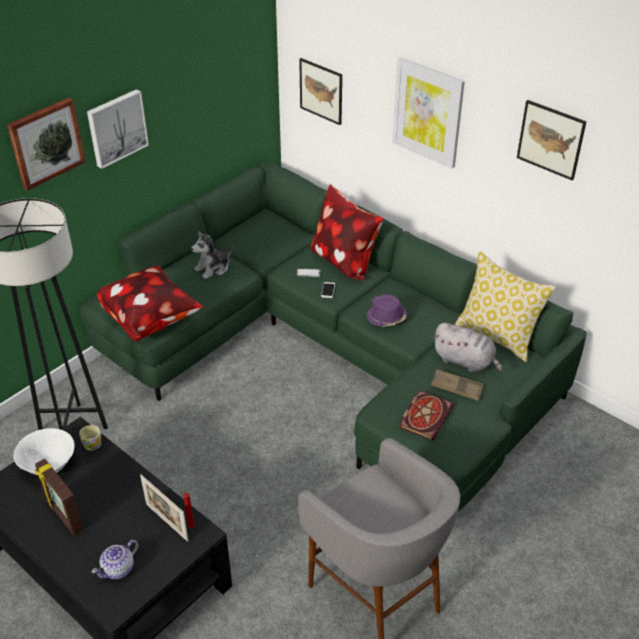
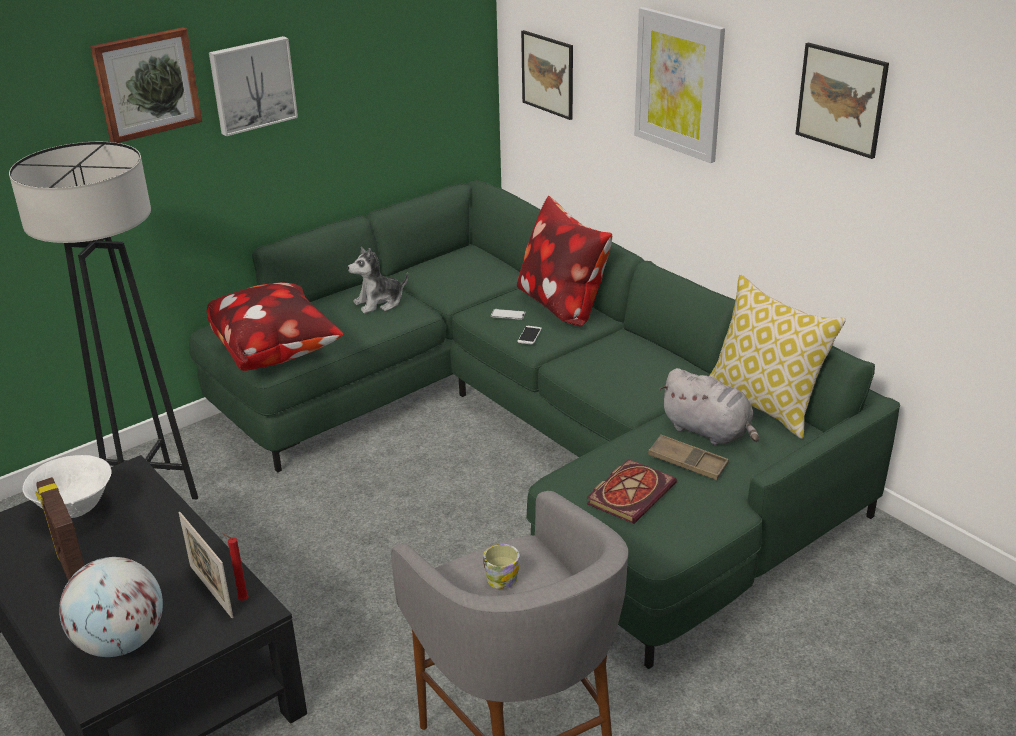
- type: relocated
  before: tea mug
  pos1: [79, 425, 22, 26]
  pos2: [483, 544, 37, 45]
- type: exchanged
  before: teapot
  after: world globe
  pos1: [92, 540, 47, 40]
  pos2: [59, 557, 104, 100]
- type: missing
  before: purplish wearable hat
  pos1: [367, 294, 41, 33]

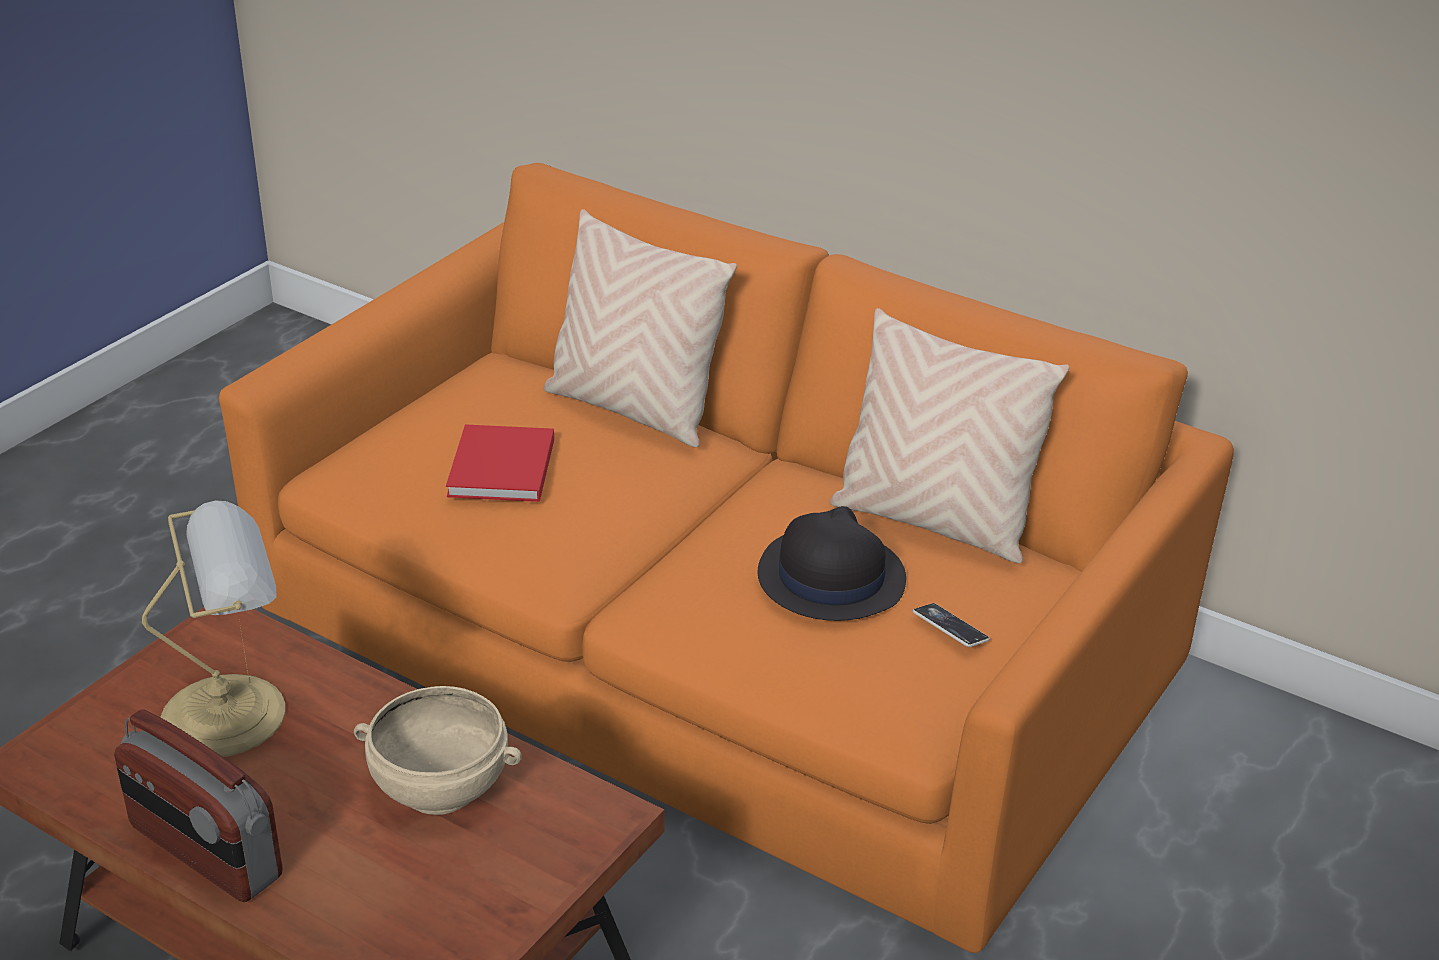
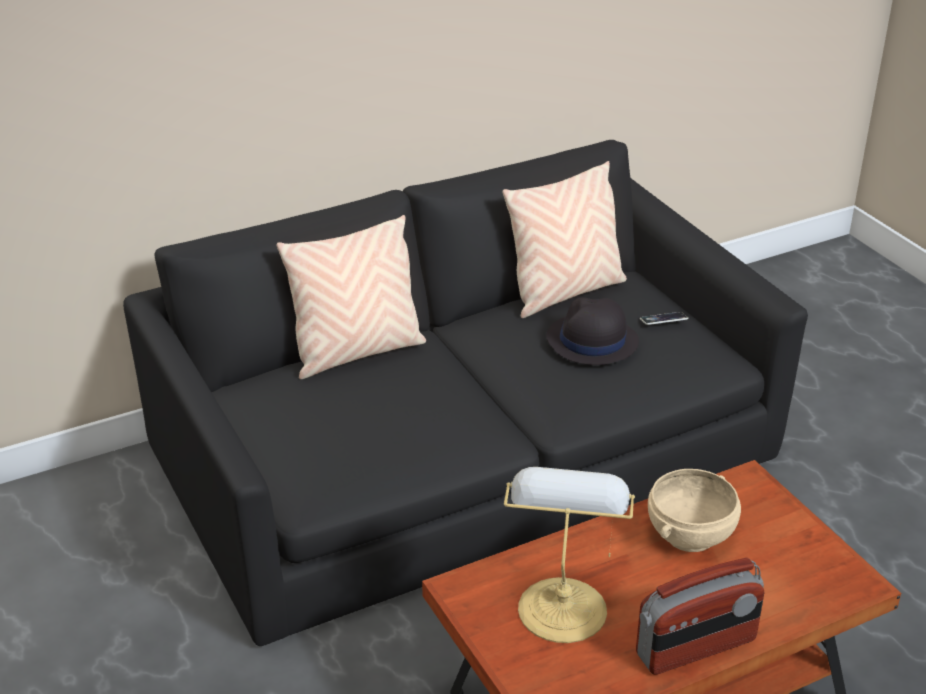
- type: colour
  before: orangey couch
  after: blackish couch
  pos1: [219, 163, 1015, 790]
  pos2: [123, 140, 685, 506]
- type: missing
  before: red-coloured bound book
  pos1: [446, 424, 108, 78]

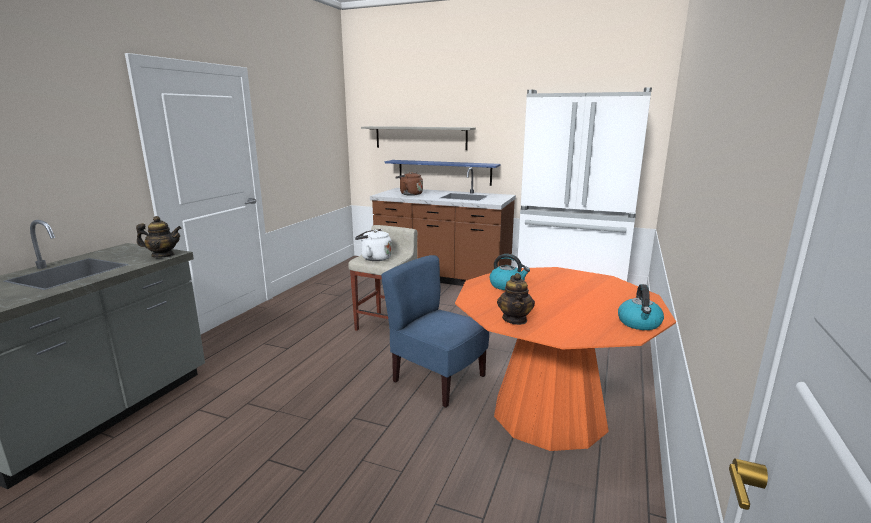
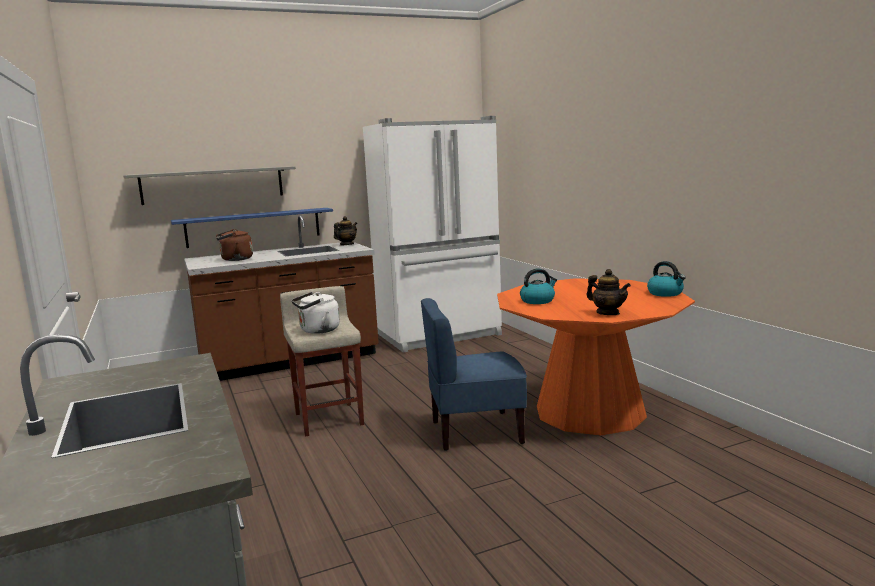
- type: relocated
  before: teapot
  pos1: [136, 216, 45, 42]
  pos2: [334, 216, 23, 30]

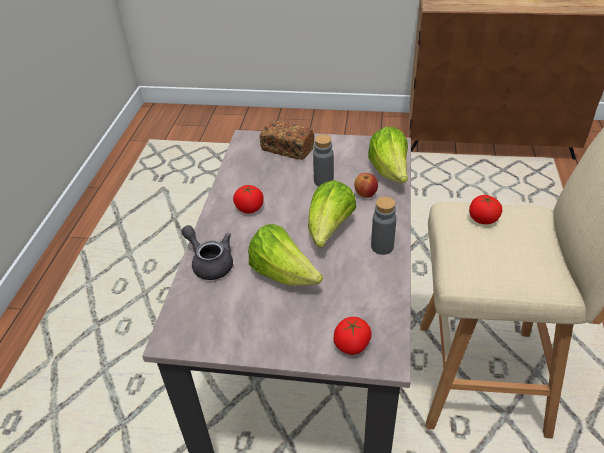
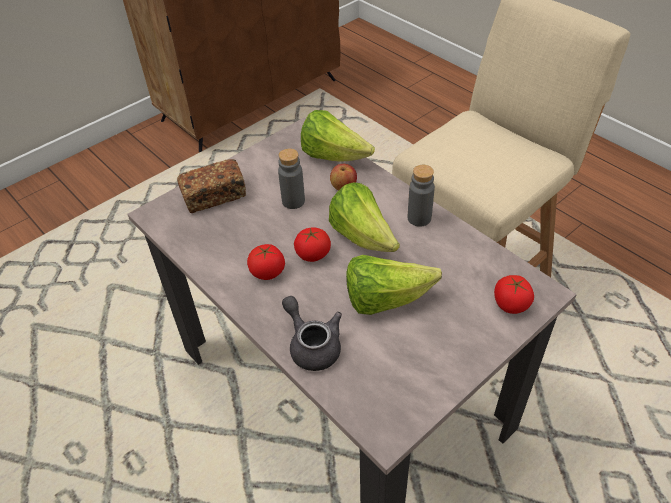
- type: spun
  before: greyish teapot
  pos1: [181, 225, 52, 55]
  pos2: [282, 296, 60, 75]
  turn: 60
- type: relocated
  before: whole tomato
  pos1: [469, 195, 33, 29]
  pos2: [294, 227, 37, 35]

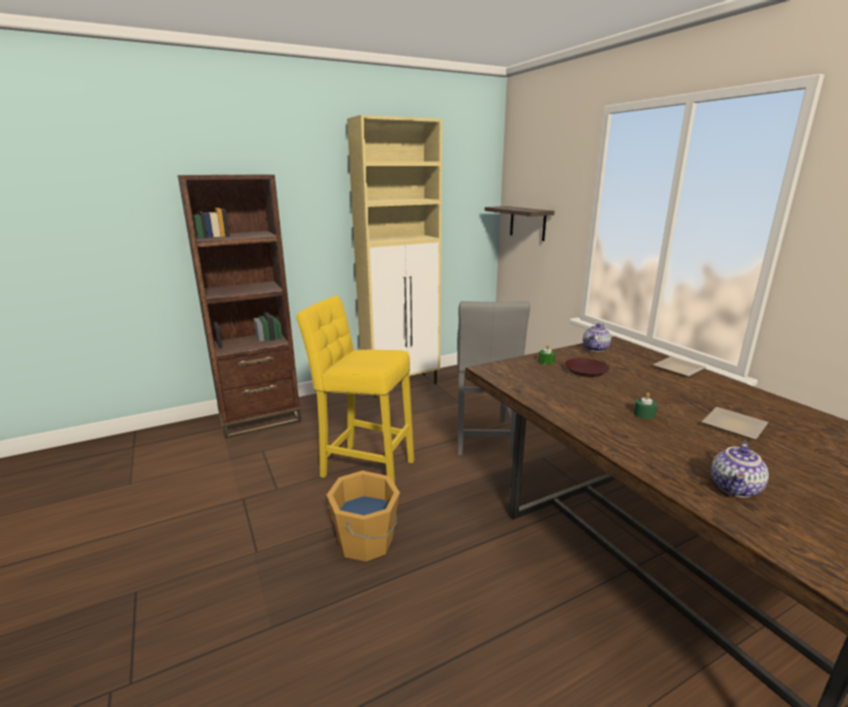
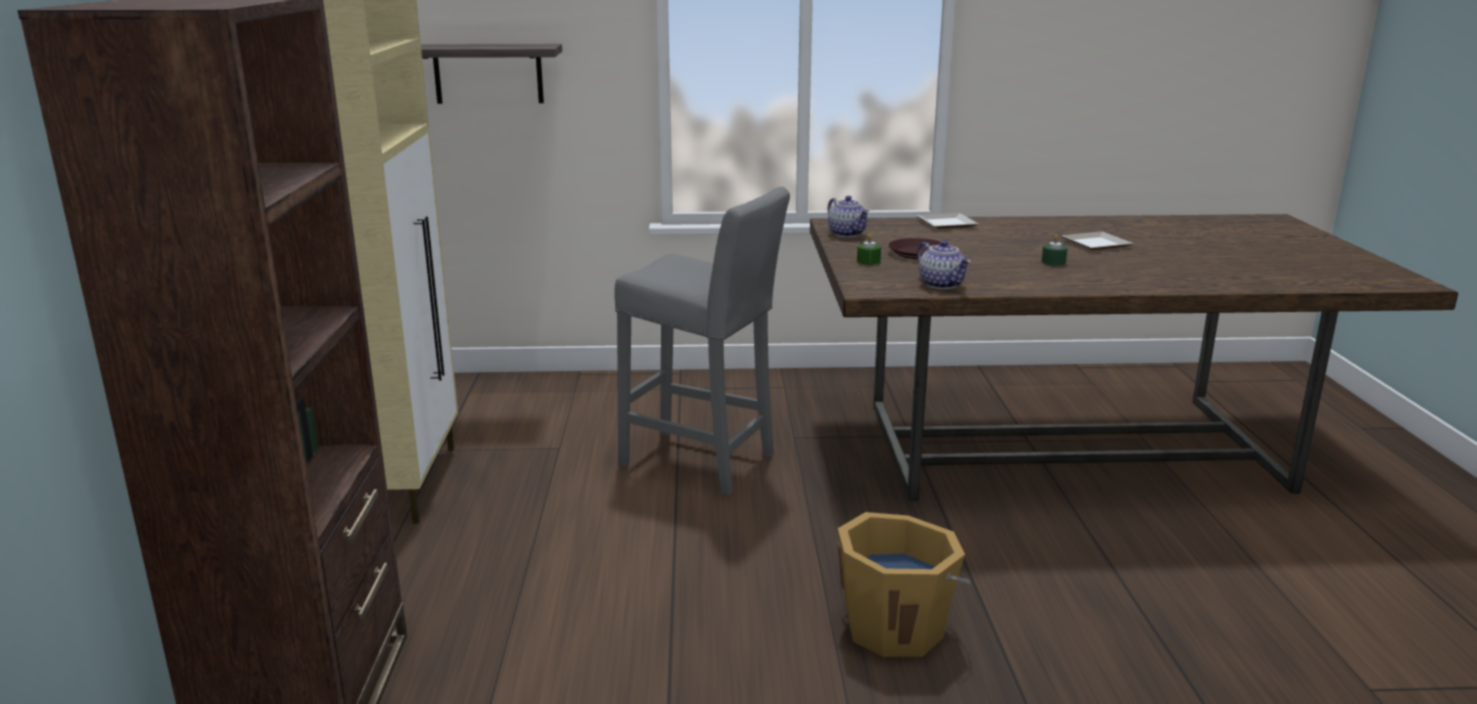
- type: missing
  before: yellow stool seat
  pos1: [296, 296, 118, 188]
- type: relocated
  before: teapot
  pos1: [711, 441, 58, 57]
  pos2: [917, 240, 54, 49]

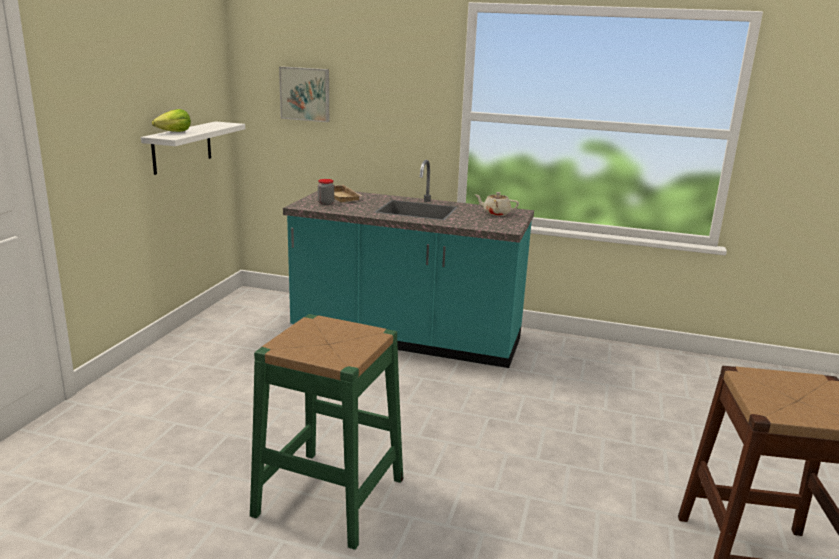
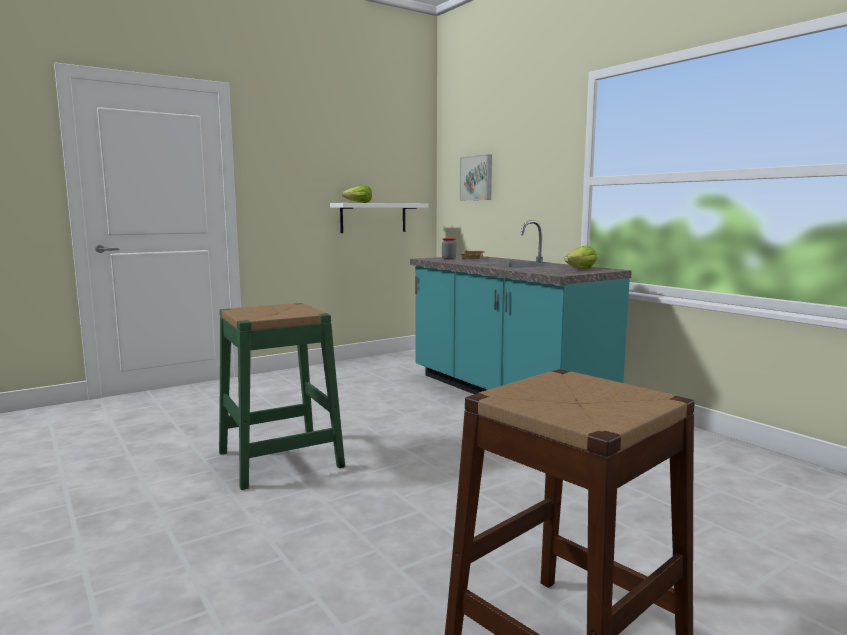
- type: exchanged
  before: beige-coloured teapot
  after: lettuce head
  pos1: [475, 192, 44, 24]
  pos2: [564, 246, 33, 23]

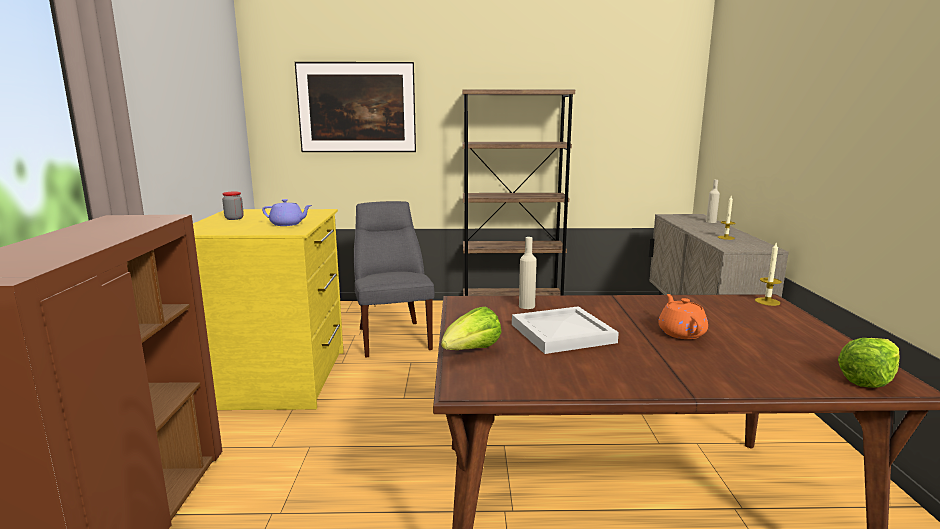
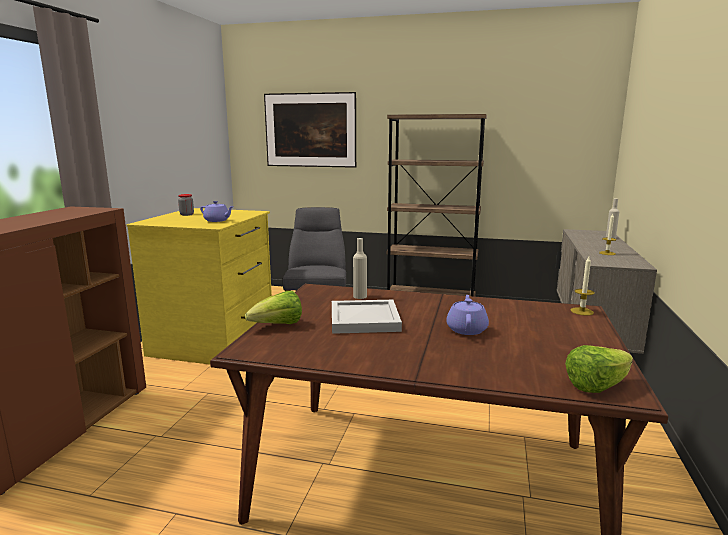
- type: colour
  before: orangey teapot
  after: purplish teapot
  pos1: [658, 294, 50, 45]
  pos2: [446, 295, 43, 40]

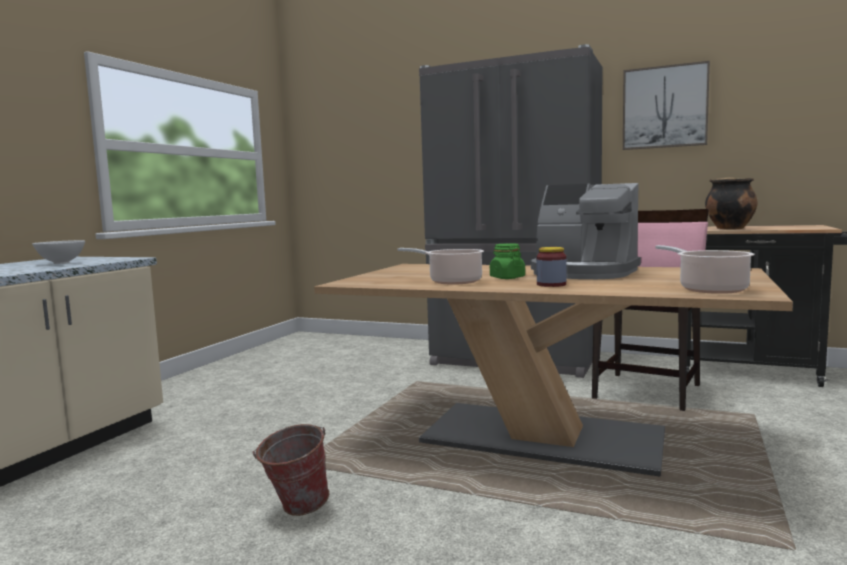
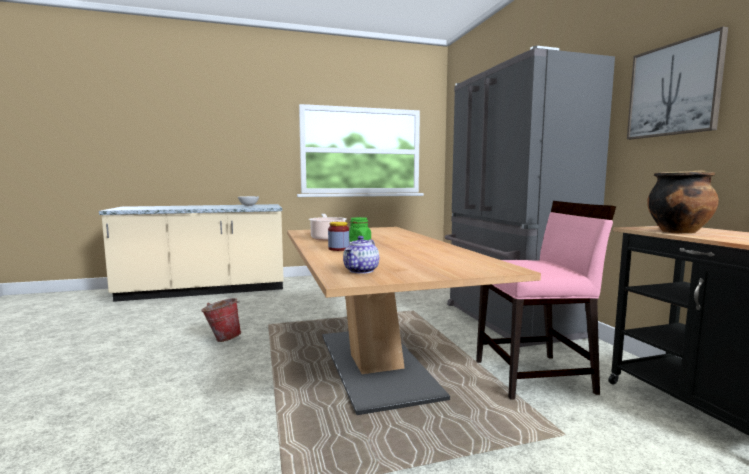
- type: missing
  before: coffee maker
  pos1: [531, 183, 110, 96]
- type: exchanged
  before: saucepot
  after: teapot
  pos1: [655, 245, 100, 49]
  pos2: [343, 236, 36, 38]

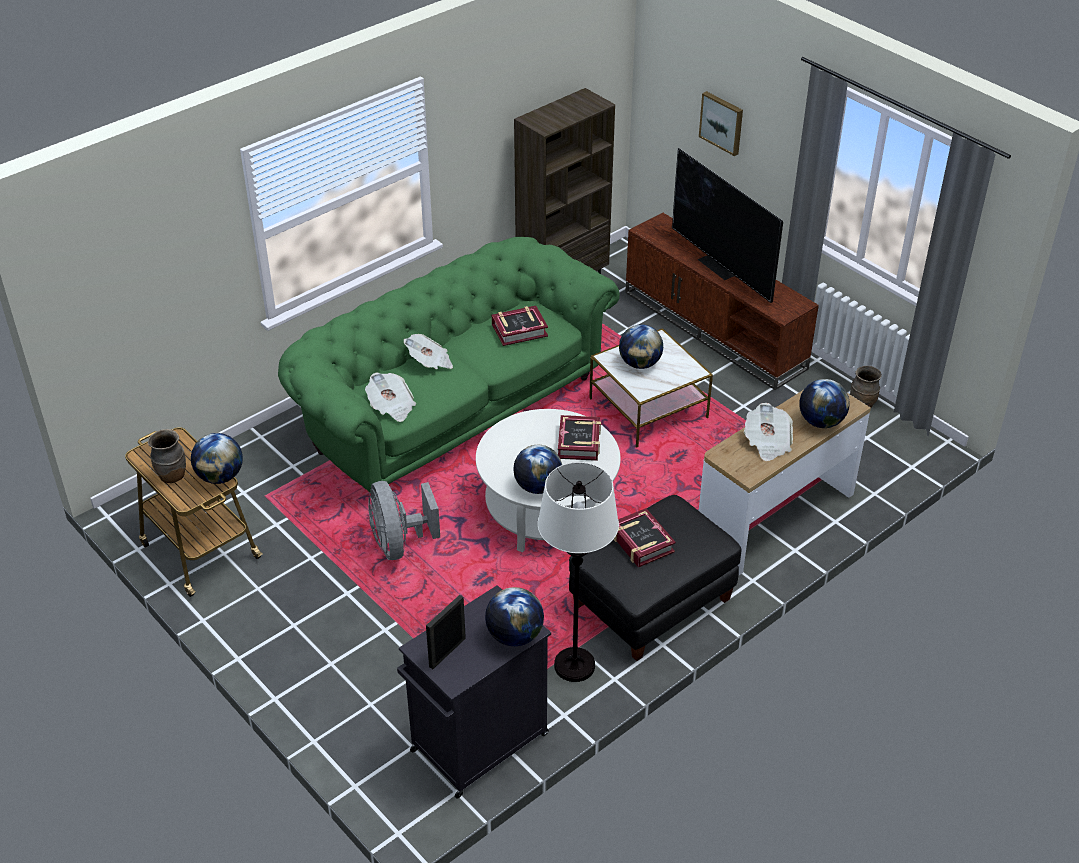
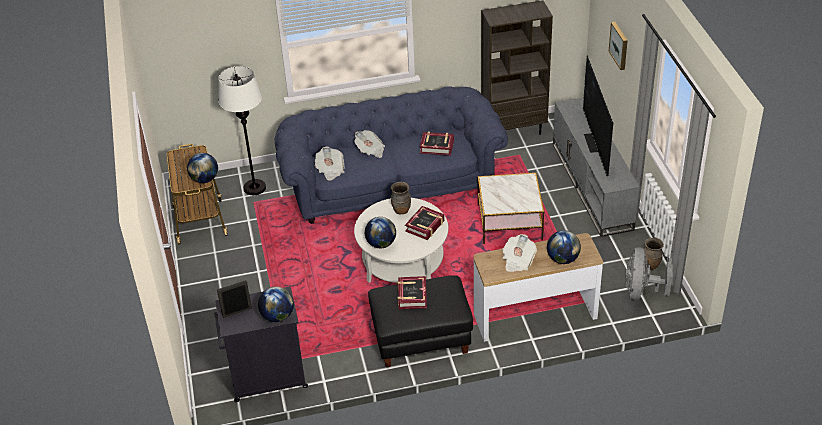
- type: relocated
  before: brown vase
  pos1: [148, 429, 38, 54]
  pos2: [391, 182, 20, 32]
- type: colour
  before: greenish couch
  after: blue-coloured couch
  pos1: [278, 237, 342, 256]
  pos2: [275, 86, 233, 138]
- type: relocated
  before: greyish fan
  pos1: [368, 481, 72, 79]
  pos2: [626, 247, 47, 53]
- type: relocated
  before: white standing lamp
  pos1: [538, 462, 81, 220]
  pos2: [218, 66, 48, 129]
- type: missing
  before: world globe
  pos1: [619, 324, 44, 45]
- type: colour
  before: brown tv stand
  after: greyish tv stand
  pos1: [625, 213, 194, 177]
  pos2: [553, 97, 86, 140]

